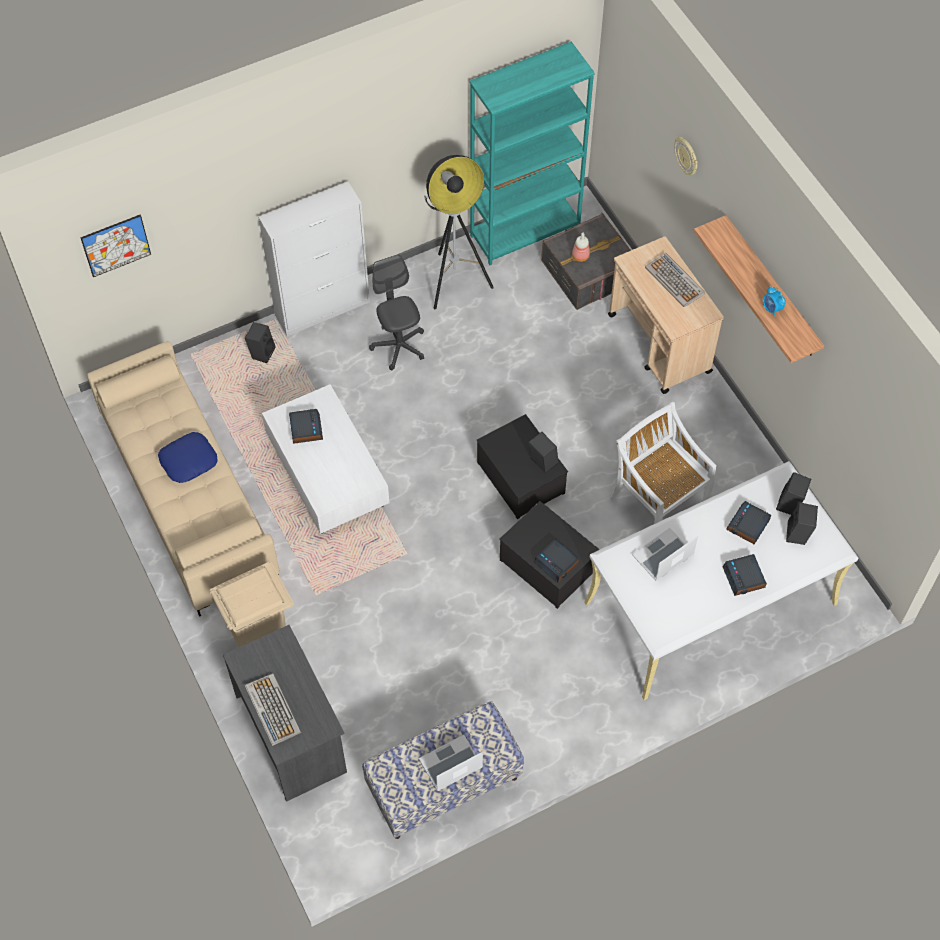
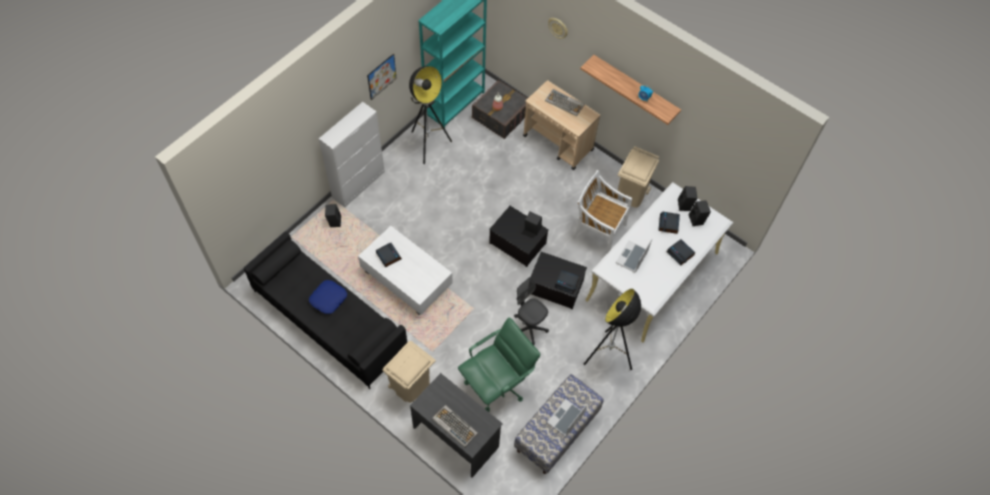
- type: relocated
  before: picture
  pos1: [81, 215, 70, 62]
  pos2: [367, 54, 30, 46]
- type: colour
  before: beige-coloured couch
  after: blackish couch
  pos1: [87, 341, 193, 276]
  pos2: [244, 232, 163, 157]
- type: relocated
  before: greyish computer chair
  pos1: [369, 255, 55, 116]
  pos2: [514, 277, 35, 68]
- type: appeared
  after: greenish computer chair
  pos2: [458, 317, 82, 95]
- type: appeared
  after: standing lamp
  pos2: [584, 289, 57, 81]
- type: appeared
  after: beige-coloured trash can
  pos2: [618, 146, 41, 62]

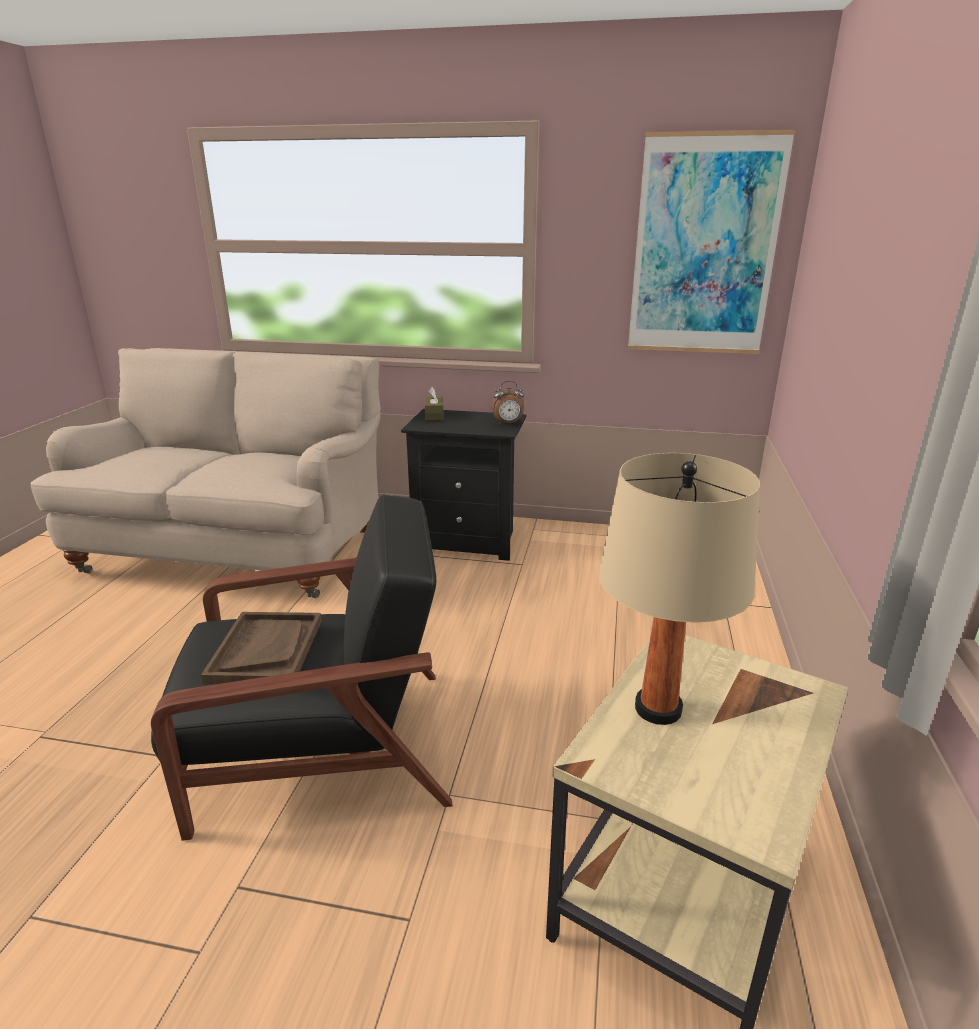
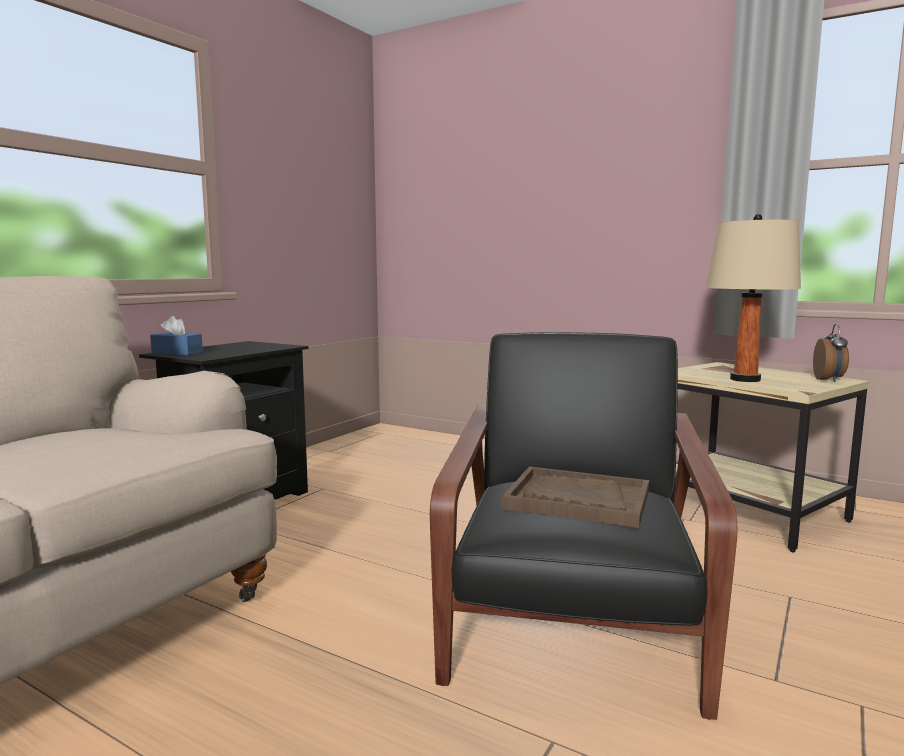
- type: colour
  before: brown tissue holder
  after: blue-coloured tissue holder
  pos1: [425, 387, 19, 33]
  pos2: [150, 316, 53, 39]
- type: relocated
  before: bedside clock
  pos1: [491, 381, 33, 43]
  pos2: [813, 324, 36, 58]
- type: missing
  before: picture
  pos1: [628, 129, 167, 225]

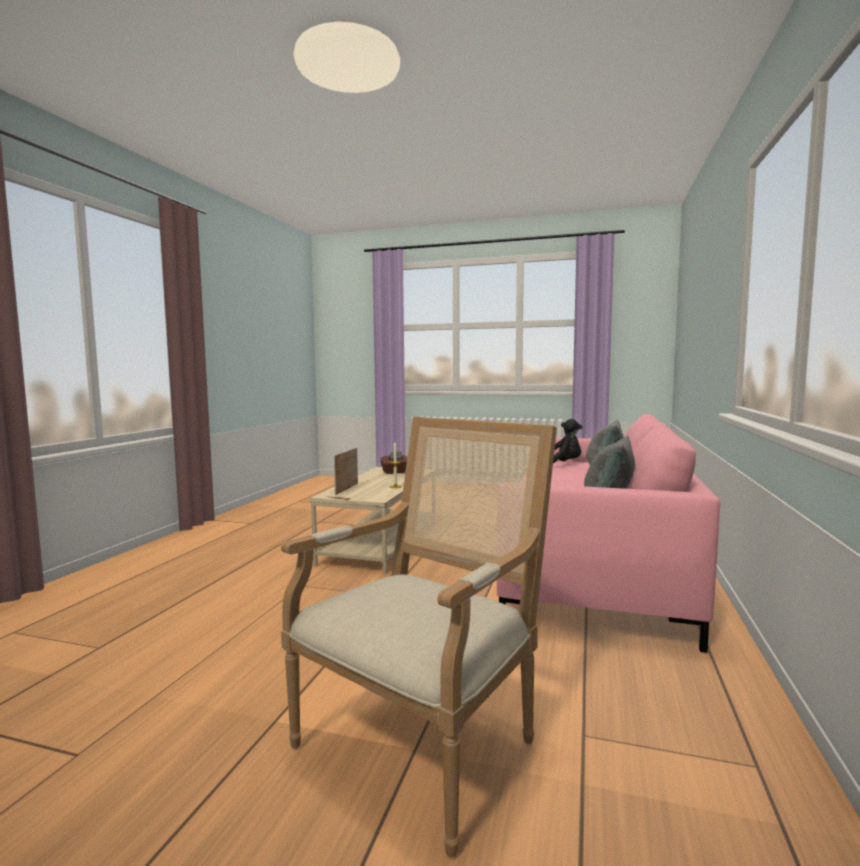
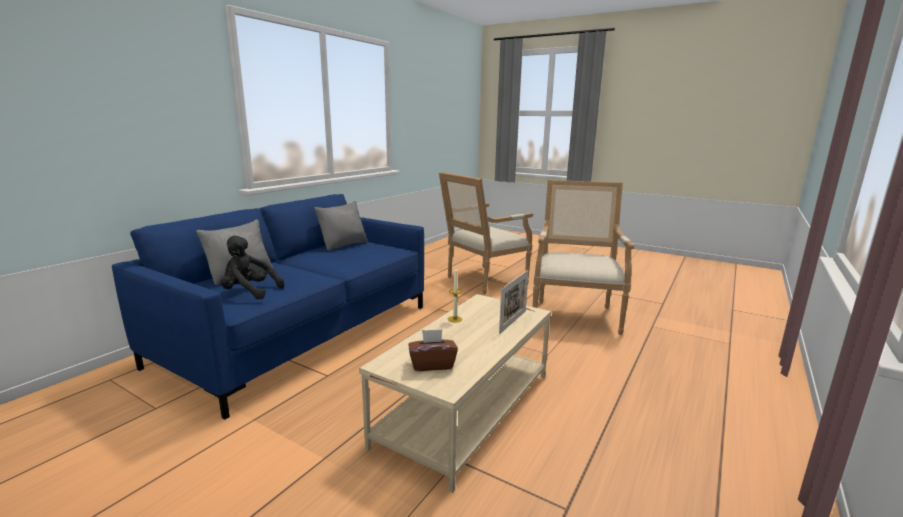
- type: colour
  before: pinkish couch
  after: blue-coloured couch
  pos1: [497, 414, 223, 239]
  pos2: [112, 194, 312, 226]
- type: appeared
  after: armchair
  pos2: [533, 180, 101, 155]

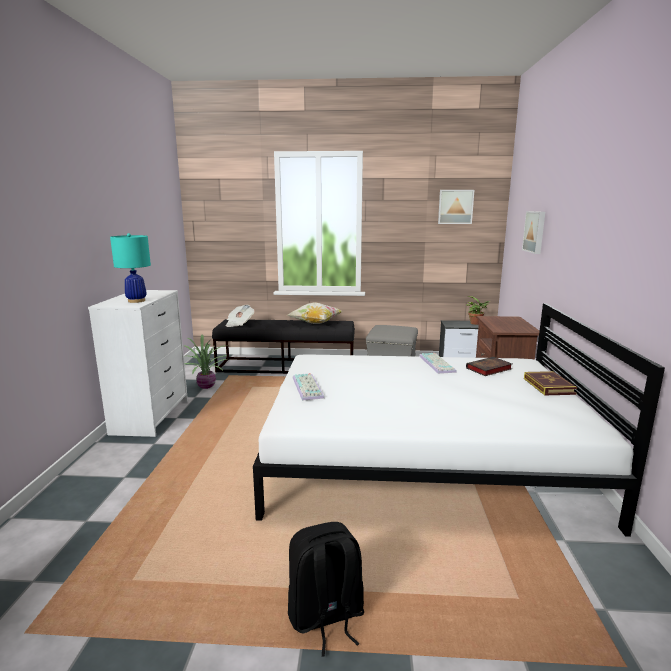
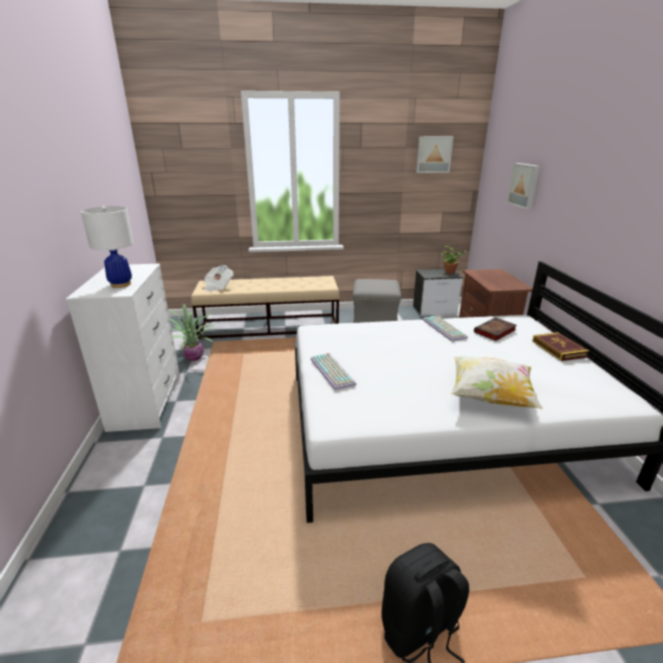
- type: colour
  before: blue-green lamp for a table
  after: white lamp for a table
  pos1: [110, 233, 41, 70]
  pos2: [81, 206, 53, 82]
- type: colour
  before: blackish long seat
  after: beige-coloured long seat
  pos1: [212, 319, 143, 55]
  pos2: [191, 276, 149, 63]
- type: relocated
  before: pillow
  pos1: [288, 302, 54, 22]
  pos2: [451, 356, 92, 53]

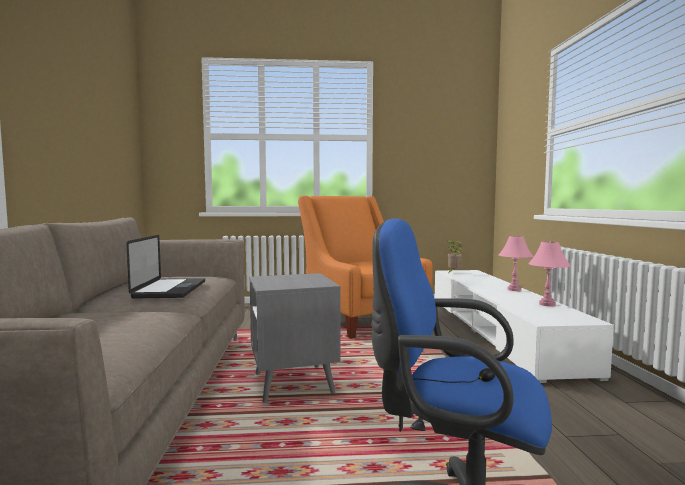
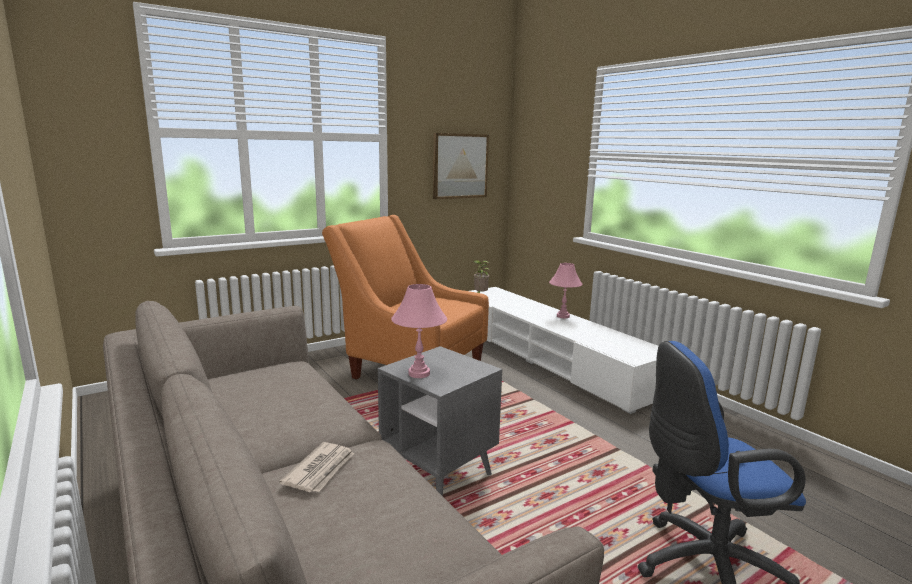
- type: missing
  before: portable computer
  pos1: [127, 235, 78, 64]
- type: relocated
  before: pinkish lamp for a table
  pos1: [528, 242, 43, 64]
  pos2: [391, 284, 56, 94]
- type: appeared
  after: newspaper
  pos2: [279, 442, 75, 50]
- type: appeared
  after: picture
  pos2: [433, 133, 56, 66]

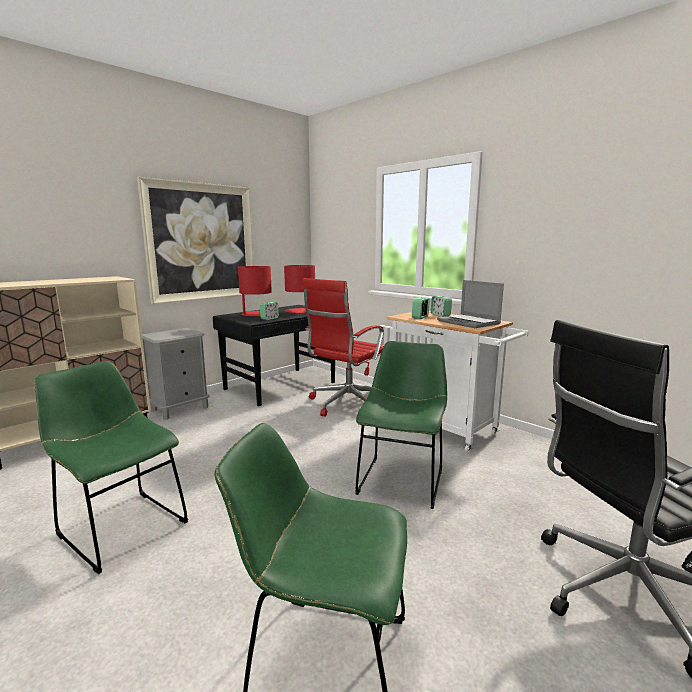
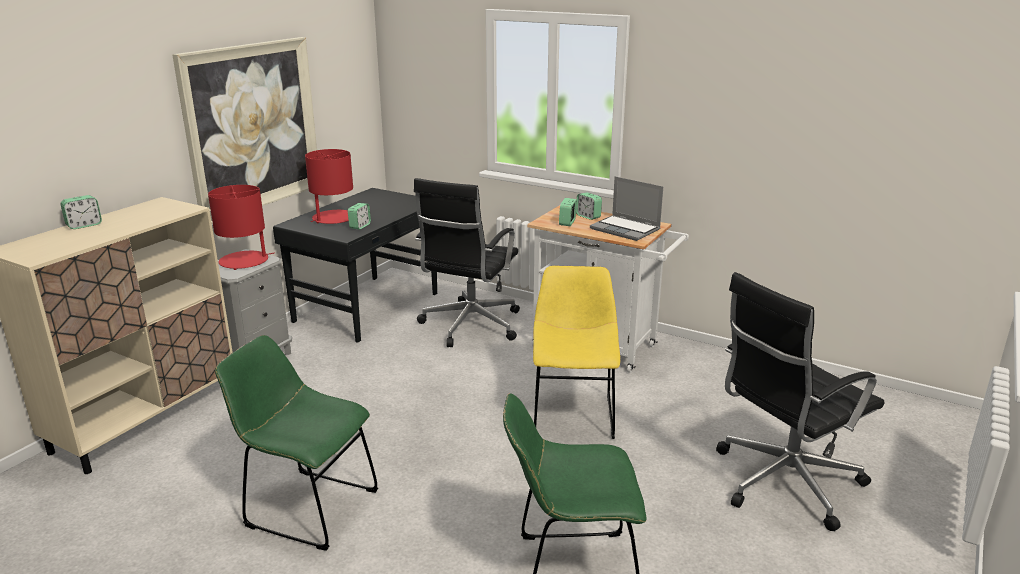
- type: relocated
  before: red-coloured lamp for a table
  pos1: [284, 265, 31, 49]
  pos2: [208, 185, 67, 85]
- type: colour
  before: red-coloured computer chair
  after: blackish computer chair
  pos1: [302, 278, 82, 139]
  pos2: [414, 178, 106, 169]
- type: colour
  before: greenish chair
  after: yellow chair
  pos1: [355, 341, 92, 168]
  pos2: [533, 266, 87, 173]
- type: appeared
  after: bedside clock
  pos2: [61, 195, 41, 34]

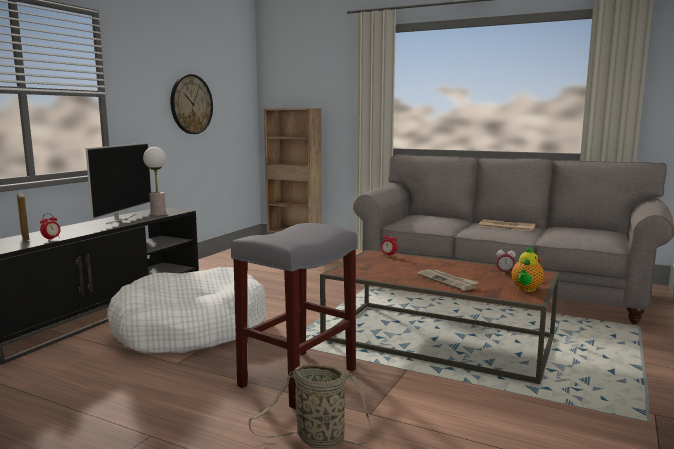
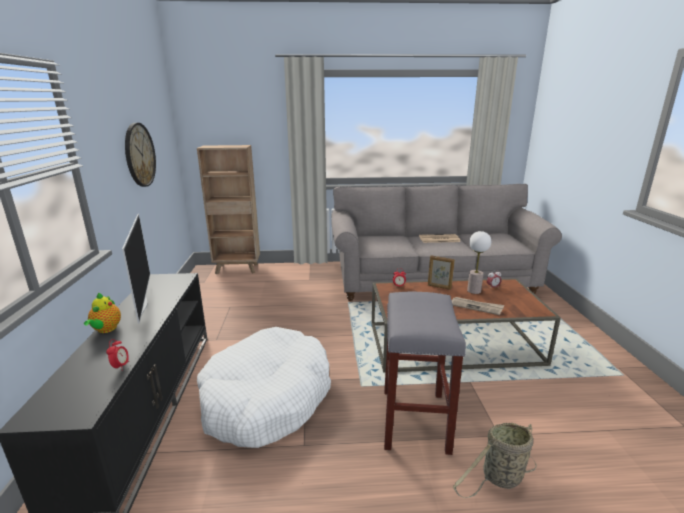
- type: relocated
  before: standing frame
  pos1: [17, 193, 12, 47]
  pos2: [428, 255, 27, 35]
- type: relocated
  before: lamp for a table
  pos1: [143, 147, 23, 69]
  pos2: [467, 231, 24, 63]
- type: relocated
  before: teapot
  pos1: [512, 246, 32, 46]
  pos2: [84, 293, 37, 40]

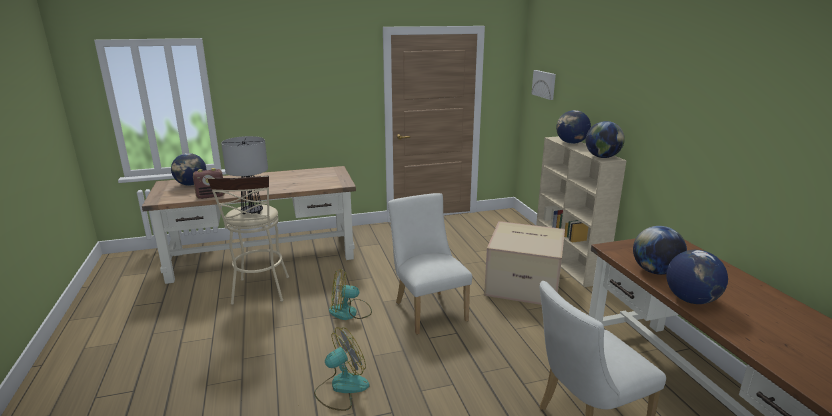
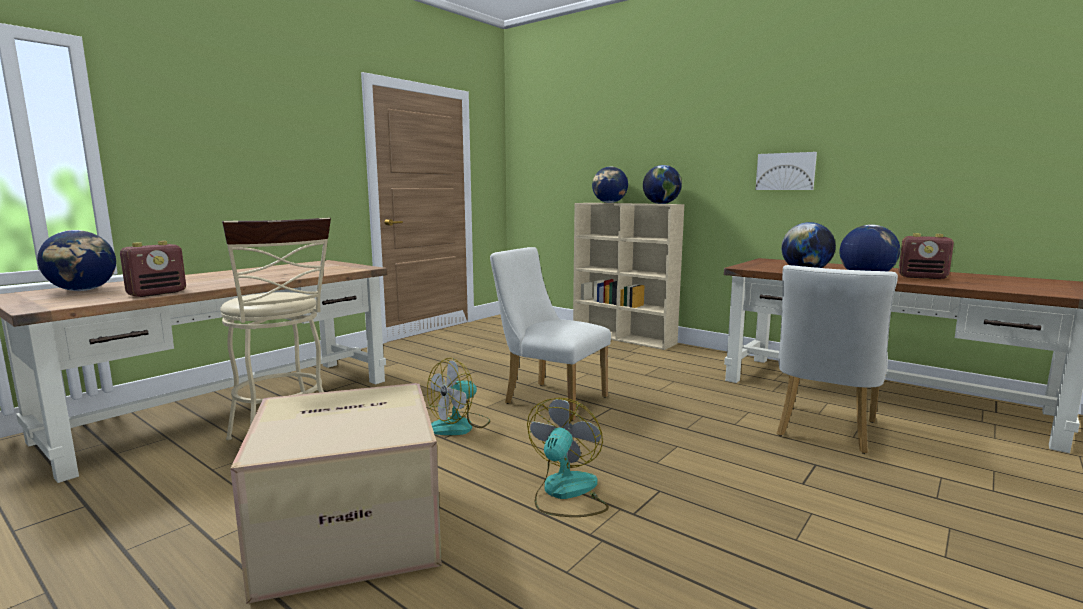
- type: missing
  before: lamp for a table
  pos1: [221, 136, 47, 78]
- type: relocated
  before: packing box
  pos1: [484, 221, 81, 84]
  pos2: [230, 383, 212, 221]
- type: relocated
  before: picture
  pos1: [532, 70, 24, 30]
  pos2: [755, 152, 62, 38]
- type: appeared
  after: radio set
  pos2: [898, 233, 56, 46]

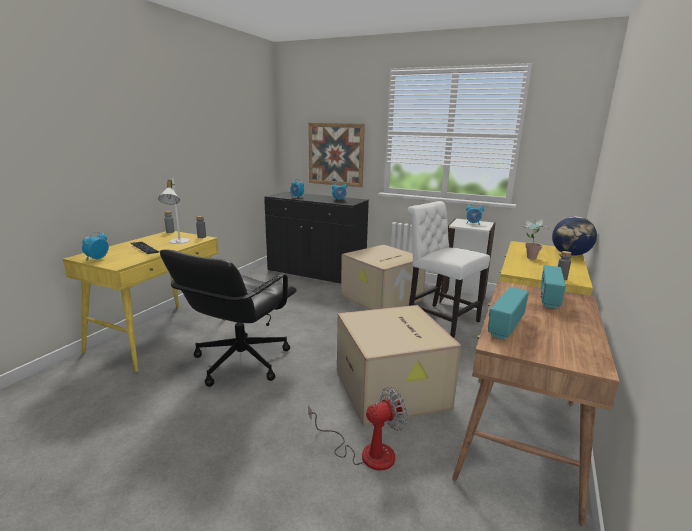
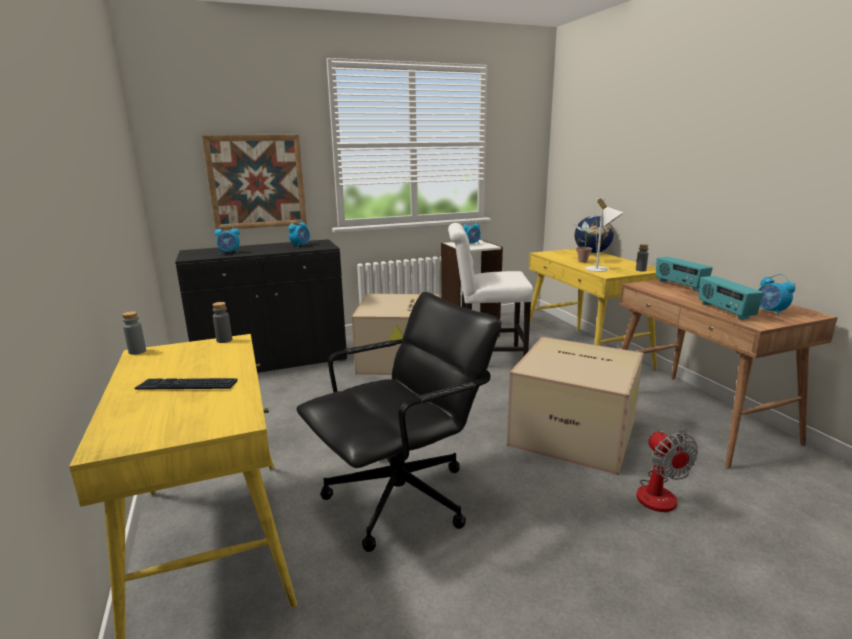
- type: relocated
  before: bedside clock
  pos1: [82, 231, 27, 30]
  pos2: [758, 274, 38, 42]
- type: relocated
  before: white lamp for a table
  pos1: [158, 179, 32, 65]
  pos2: [585, 197, 39, 75]
- type: spun
  before: blackish computer chair
  pos1: [160, 249, 137, 138]
  pos2: [296, 292, 205, 260]
  turn: -105
- type: spun
  before: fan
  pos1: [308, 387, 100, 84]
  pos2: [636, 429, 62, 83]
  turn: 150

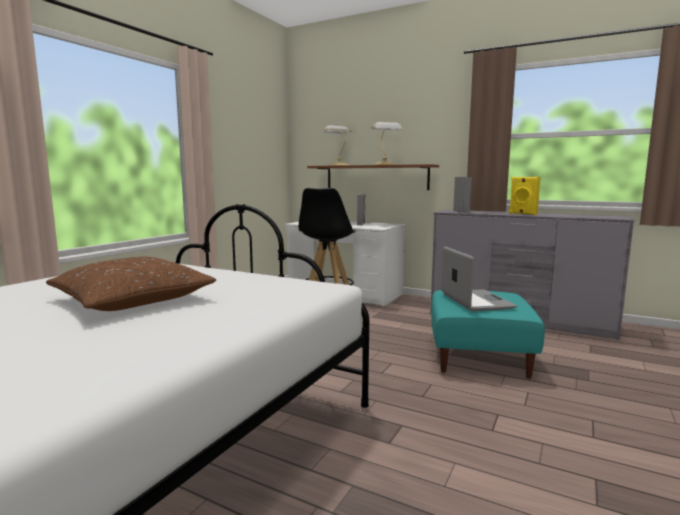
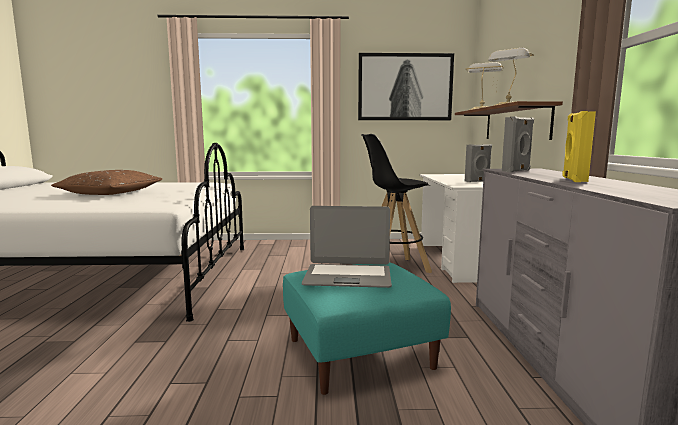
- type: spun
  before: portable computer
  pos1: [441, 246, 76, 65]
  pos2: [302, 206, 90, 82]
  turn: 45
- type: appeared
  after: picture
  pos2: [358, 53, 96, 67]

